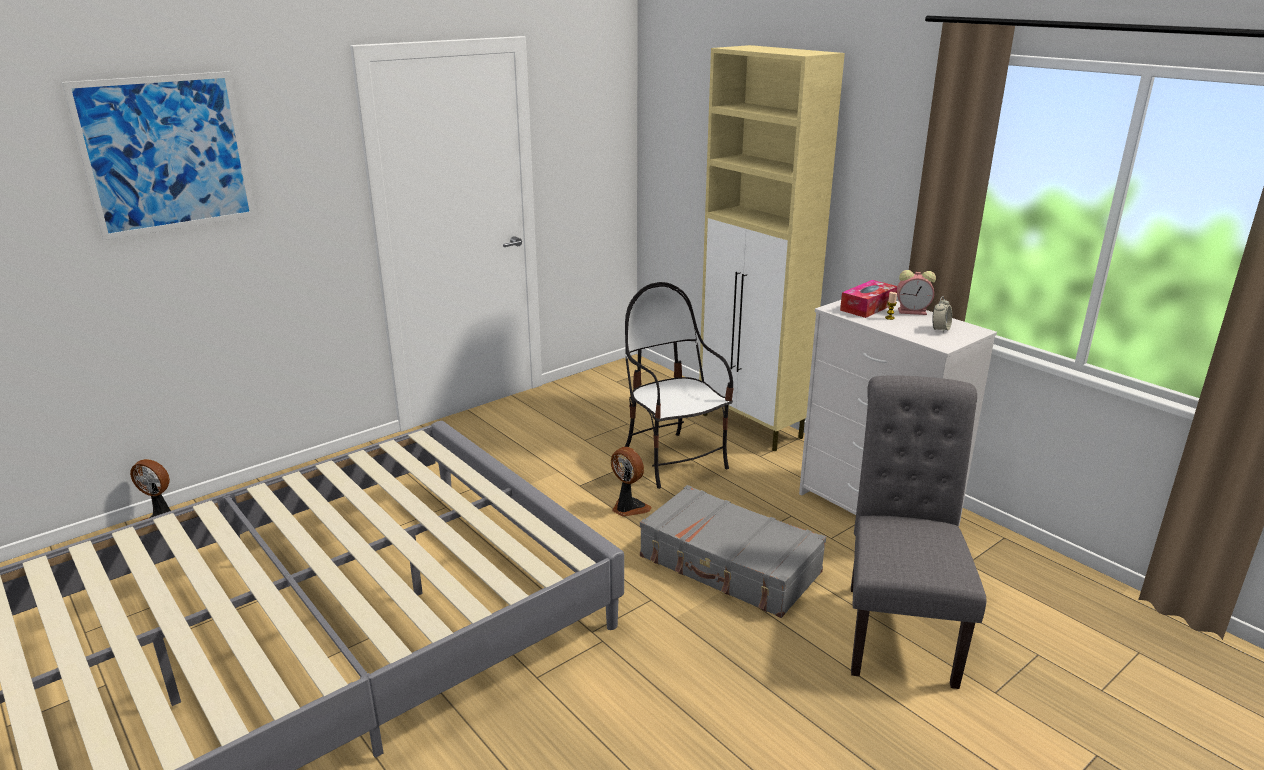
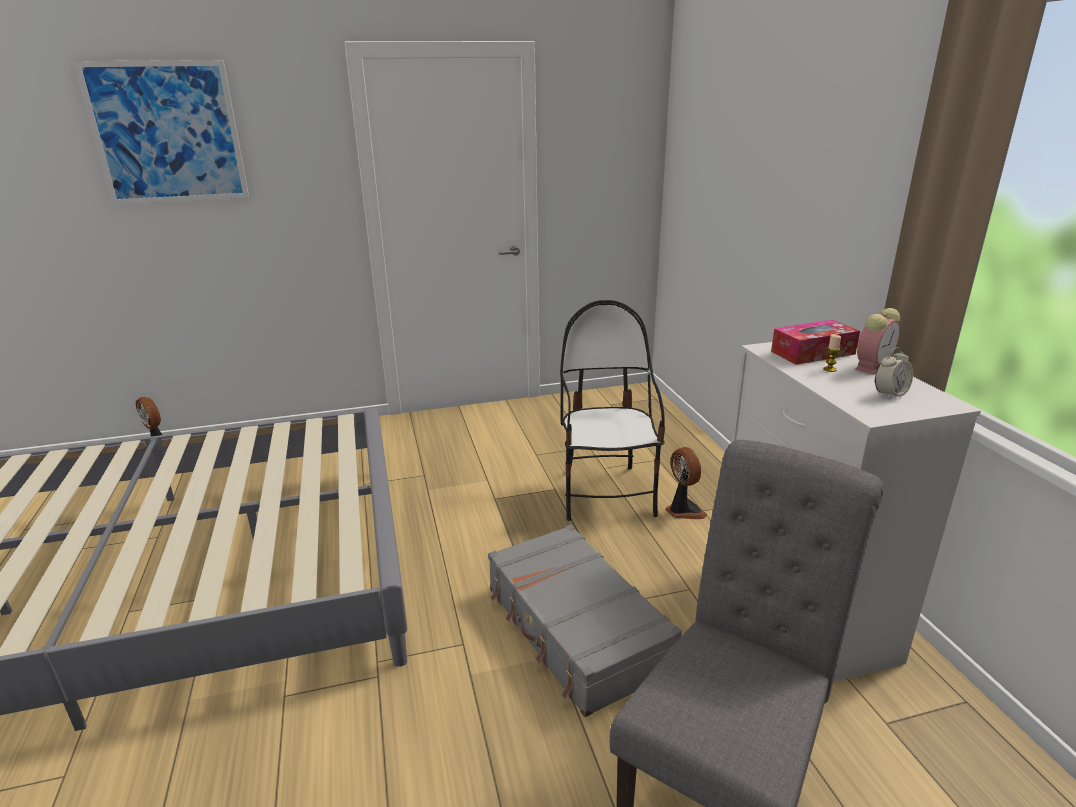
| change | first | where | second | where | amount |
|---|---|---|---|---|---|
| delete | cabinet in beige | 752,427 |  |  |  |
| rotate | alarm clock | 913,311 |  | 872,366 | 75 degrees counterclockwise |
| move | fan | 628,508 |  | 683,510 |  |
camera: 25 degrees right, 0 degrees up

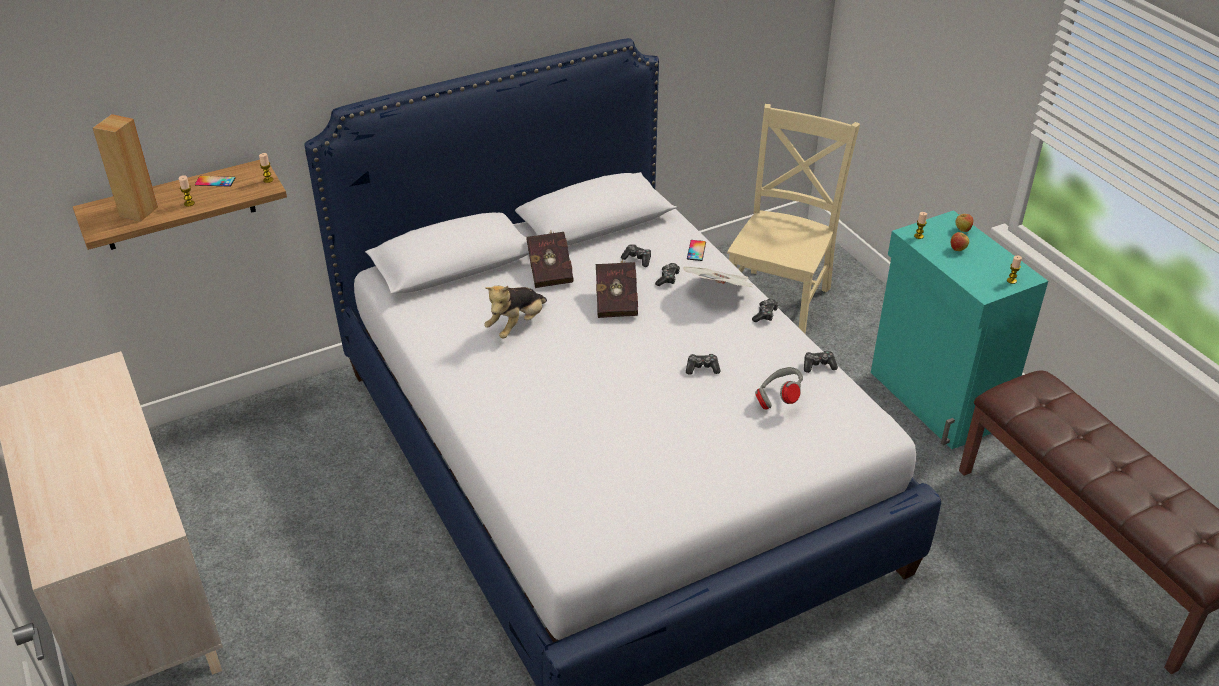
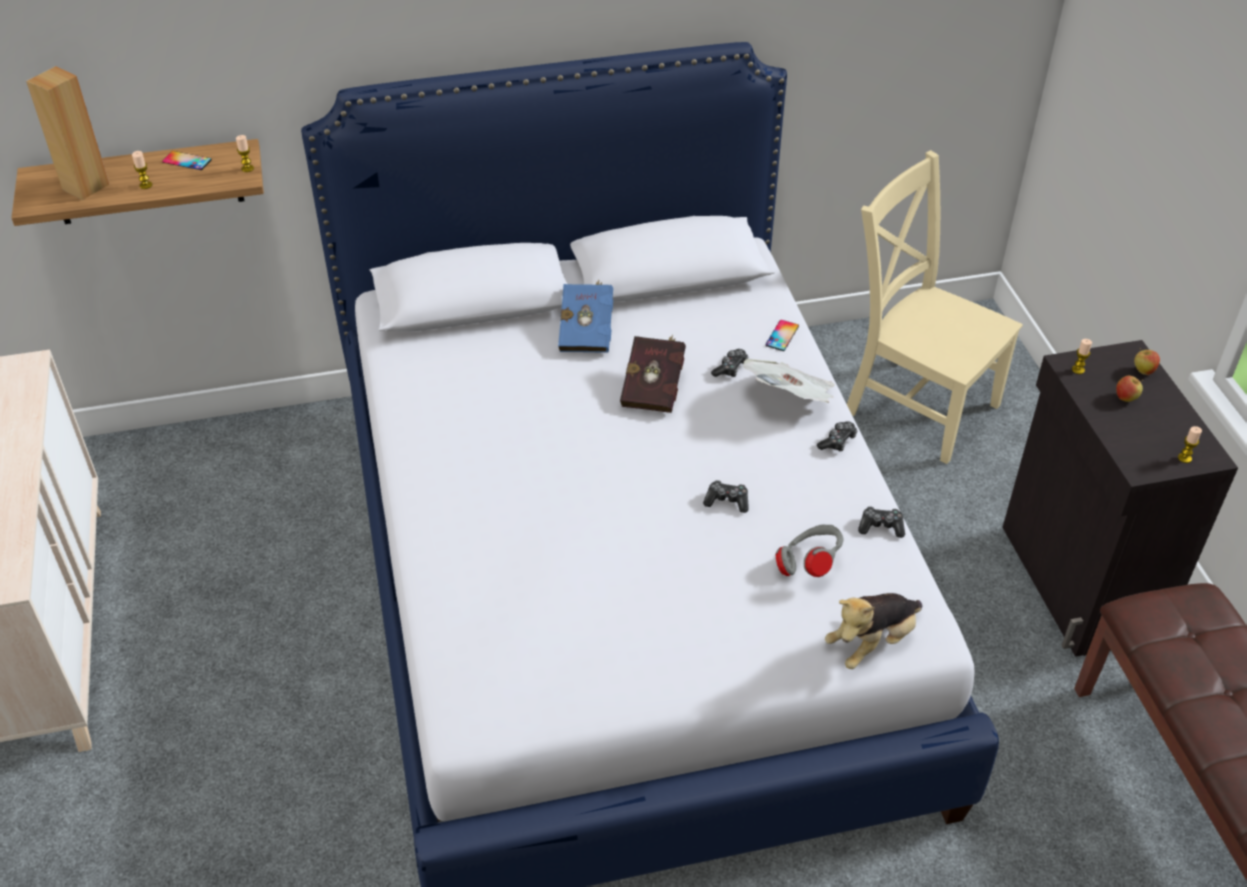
| change | first | where | second | where | amount |
|---|---|---|---|---|---|
| rotate | chair in beige | 779,299 |  | 916,405 | 90 degrees counterclockwise |
| recolor | cabinet in turquoise | 935,400 | cabinet in black | 1077,583 |  |
| recolor | book in red | 550,270 | book in blue | 587,331 |  |
| delete | game controller | 637,259 |  |  |  |
| move | plush toy | 517,325 |  | 872,642 |  |
camera: 15 degrees right, 5 degrees up

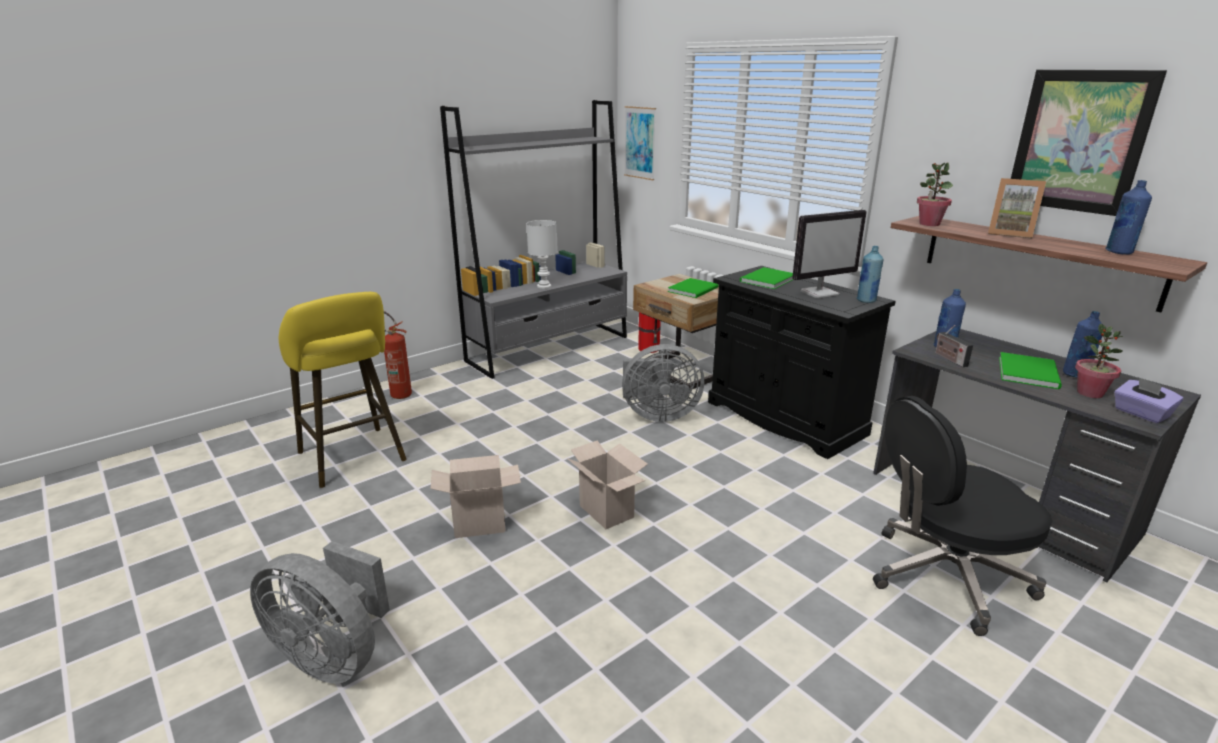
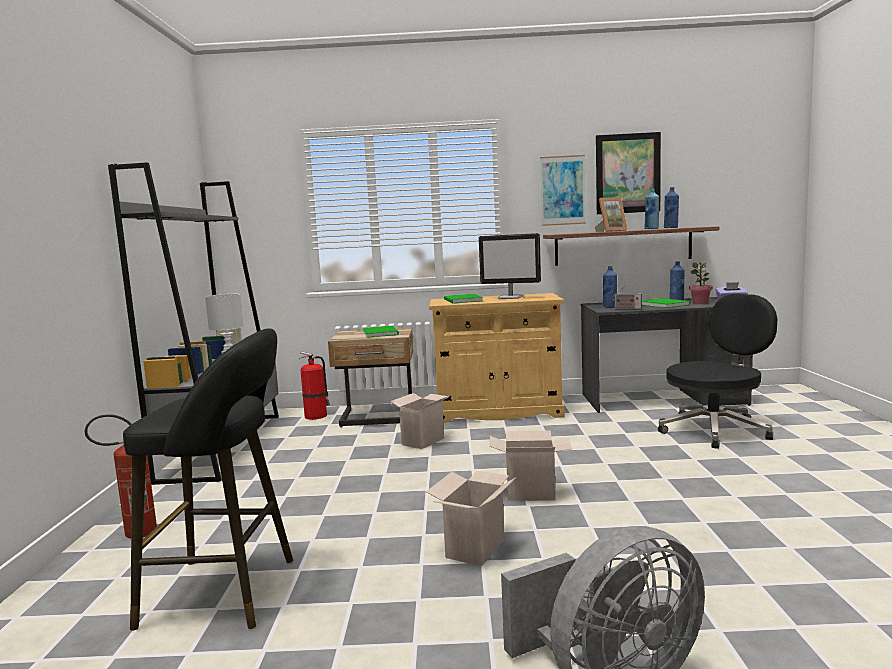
| change | first | where | second | where | amount |
|---|---|---|---|---|---|
| move | picture | 640,143 |  | 562,190 |  |
| delete | potted plant | 929,224 |  |  |  |
| rotate | monitor | 820,293 |  | 511,297 | 90 degrees clockwise |
| move | bottle in blue | 866,300 |  | 651,229 |  |
| recolor | cabinet in black | 784,418 | cabinet in beige | 498,411 |  |
| recolor | stool in yellow | 354,459 | stool in black | 228,592 |  |
| replace | fan in grey | 657,414 | cardboard box | 422,441 |  |
| rotate | office chair in black | 944,577 |  | 716,430 | 150 degrees counterclockwise |
camera: 50 degrees left, 15 degrees down

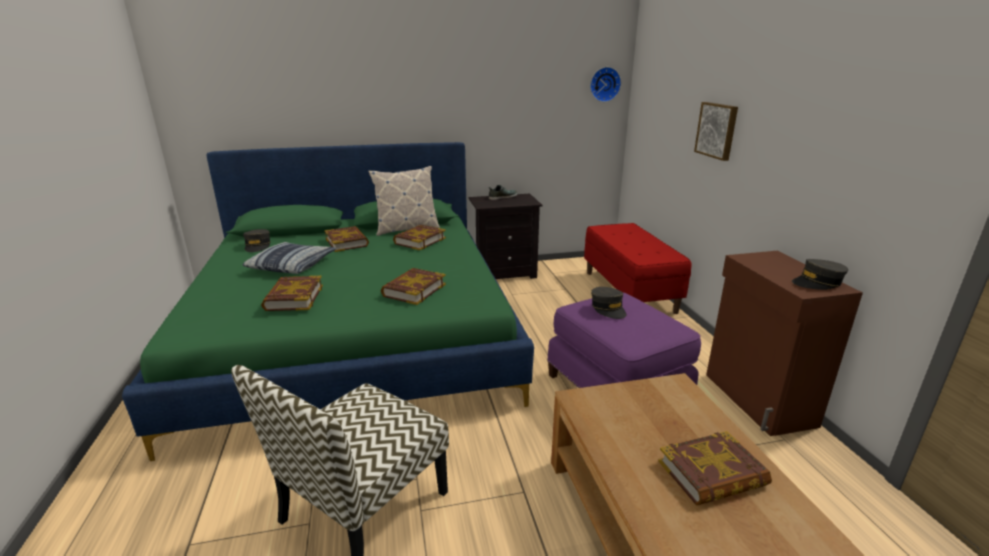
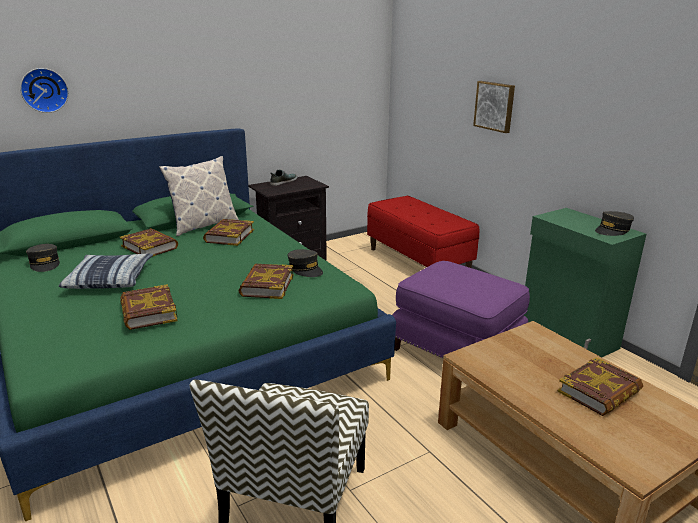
| change | first | where | second | where | amount |
|---|---|---|---|---|---|
| move | wall clock | 604,84 |  | 44,90 |  |
| recolor | cabinet in brown | 757,400 | cabinet in green | 567,336 |  |
| move | cap in grey | 608,308 |  | 305,269 |  |
camera: 20 degrees left, 0 degrees up

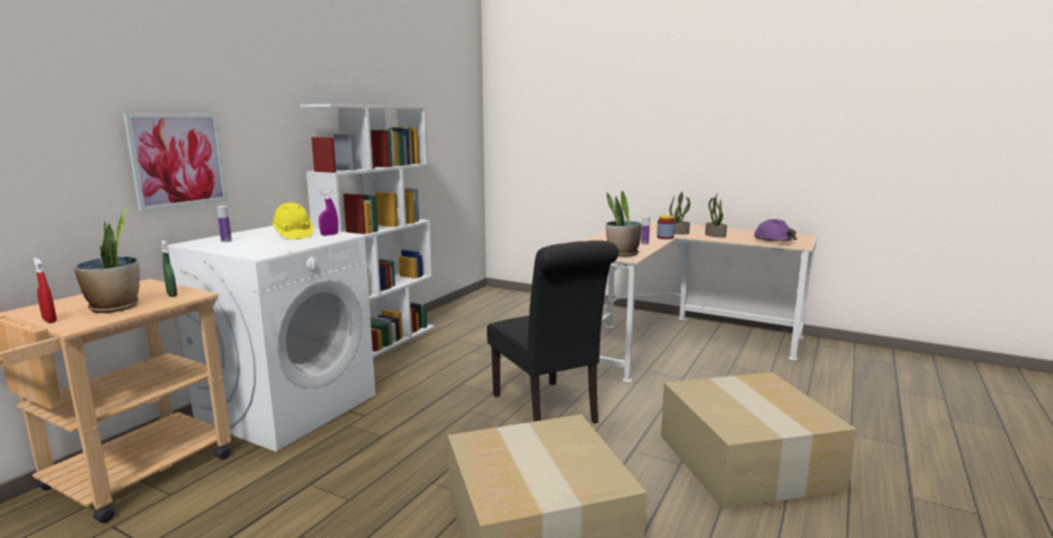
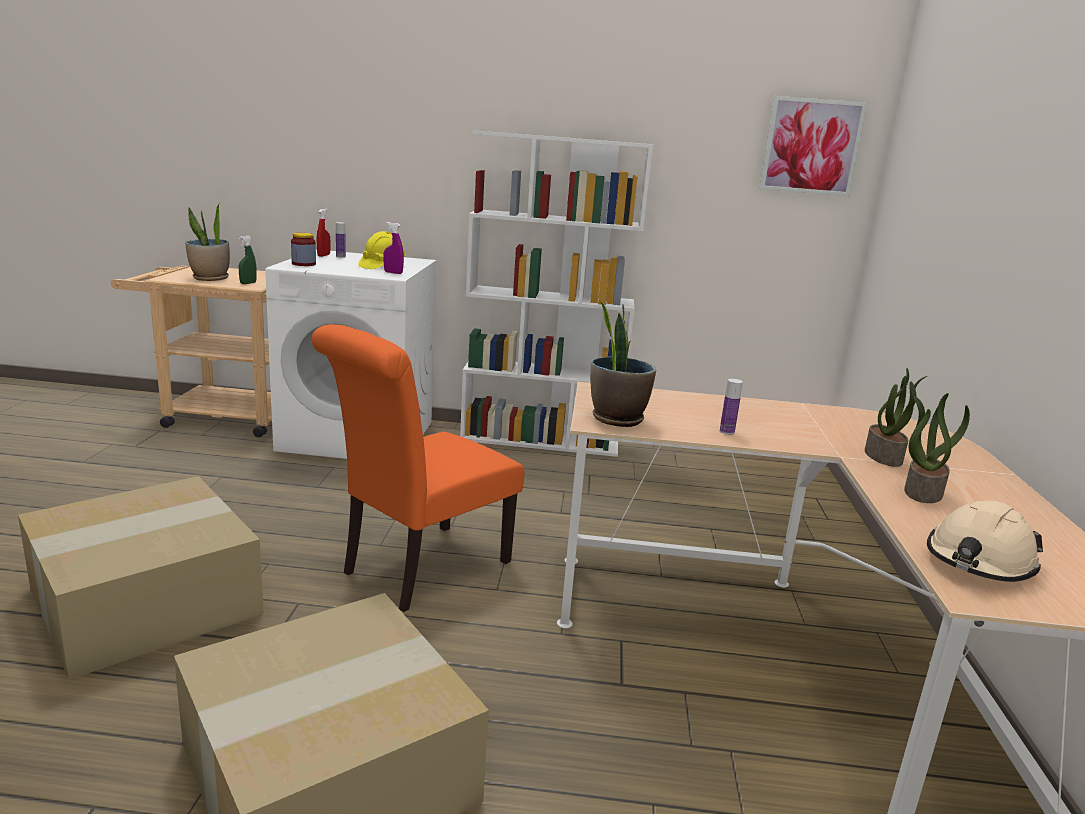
| change | first | where | second | where | amount |
|---|---|---|---|---|---|
| move | picture | 178,160 |  | 811,146 |  |
| move | jar | 665,237 |  | 303,264 |  |
| recolor | hard hat in purple | 774,241 | hard hat in beige | 979,561 |  |
| recolor | chair in black | 548,411 | chair in orange | 419,569 |  |
| move | spray bottle in red | 49,320 |  | 323,255 |  |
camera: 65 degrees right, 5 degrees up

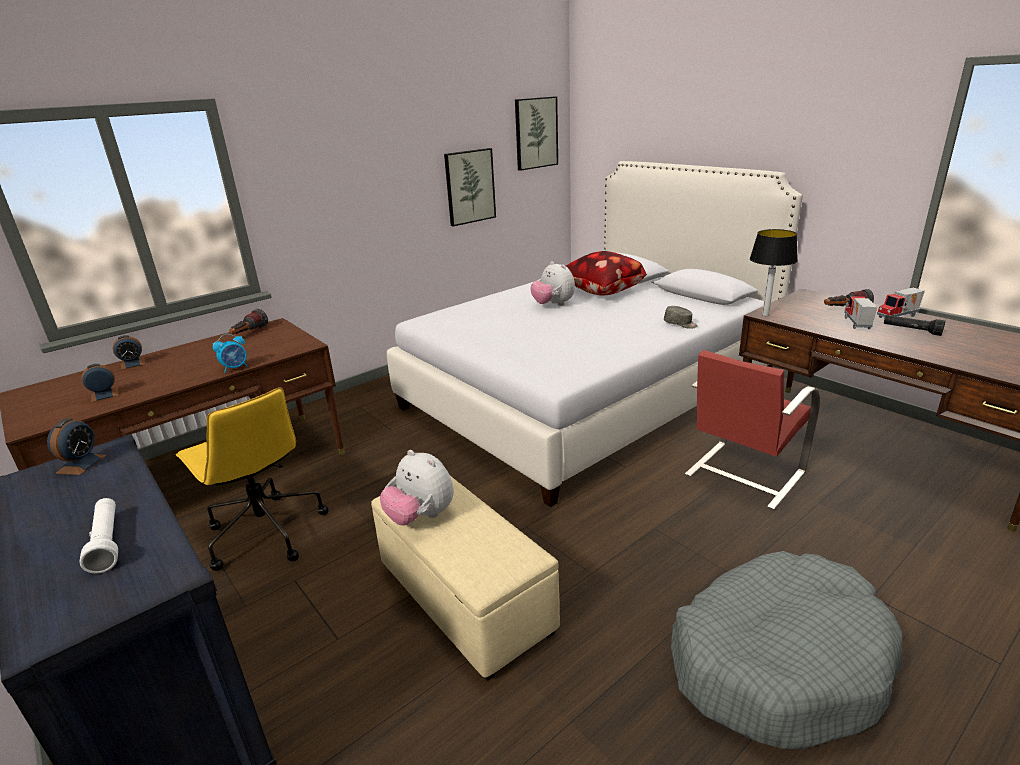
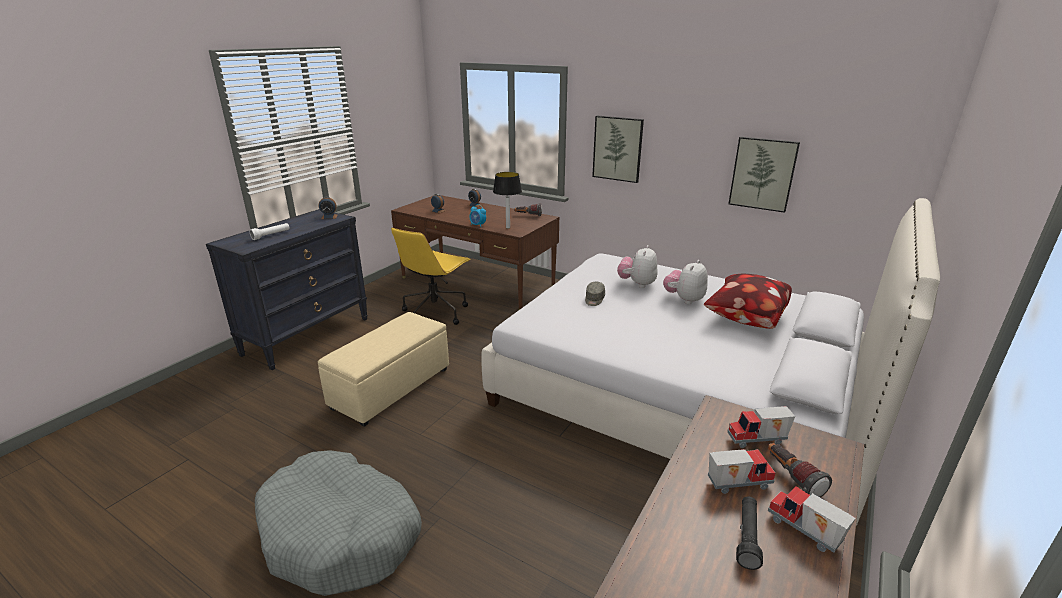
| change | first | where | second | where | amount |
|---|---|---|---|---|---|
| move | picture | 536,133 |  | 617,148 |  |
| move | table lamp | 765,315 |  | 507,227 |  |
| move | cap in grey | 680,324 |  | 594,299 |  |
| delete | chair in red | 742,474 |  |  |  |
| move | plush toy | 421,516 |  | 637,284 |  |
| insert |  |  | toy truck | 758,441 |  |
camera: 70 degrees right, 0 degrees up

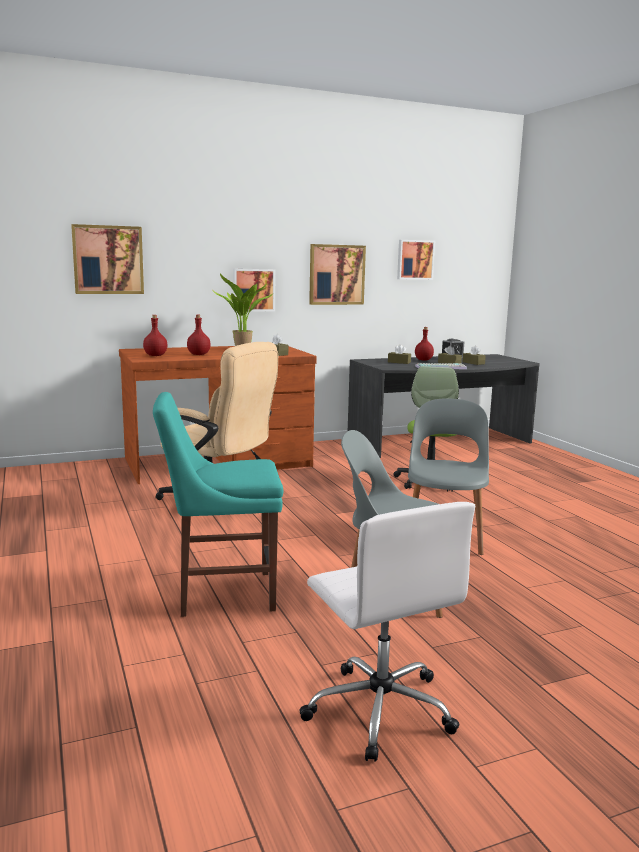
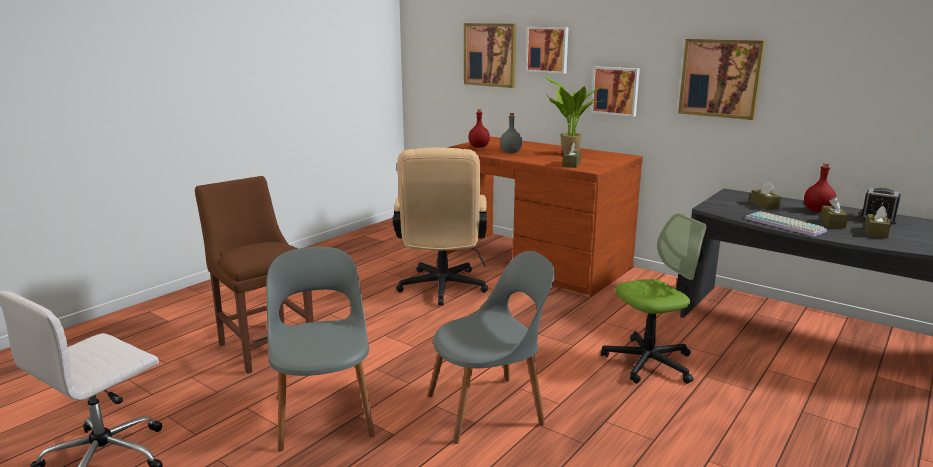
| change | first | where | second | where | amount |
|---|---|---|---|---|---|
| move | picture | 415,259 |  | 547,49 |  |
| recolor | bottle in red | 198,354 | bottle in grey | 511,152 |  |
| recolor | chair in turquoise | 220,593 | chair in brown | 265,345 |  |
camera: 60 degrees right, 5 degrees up

